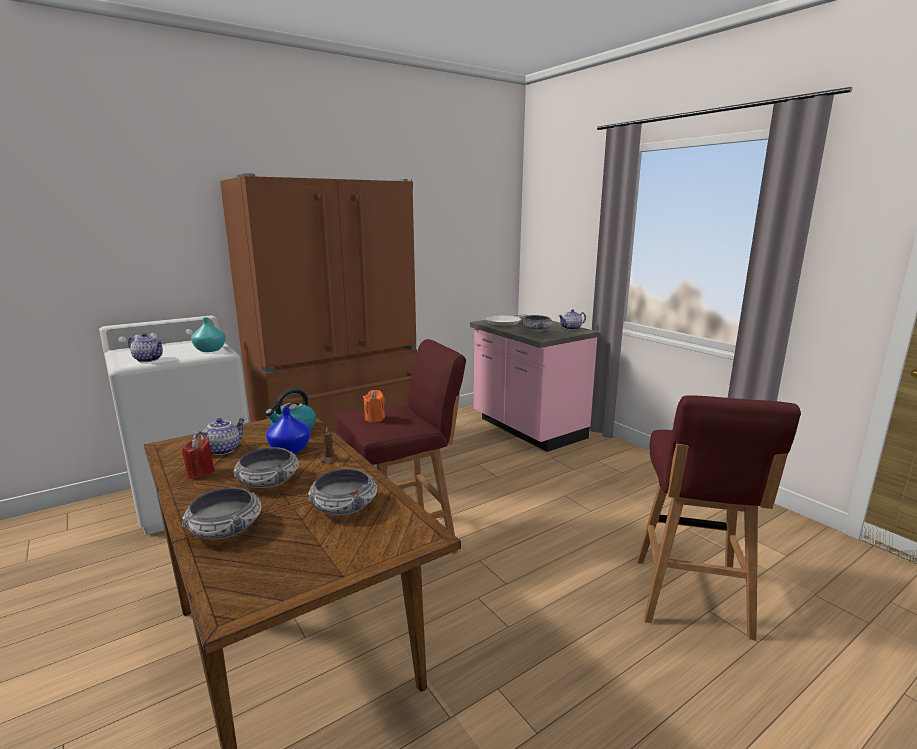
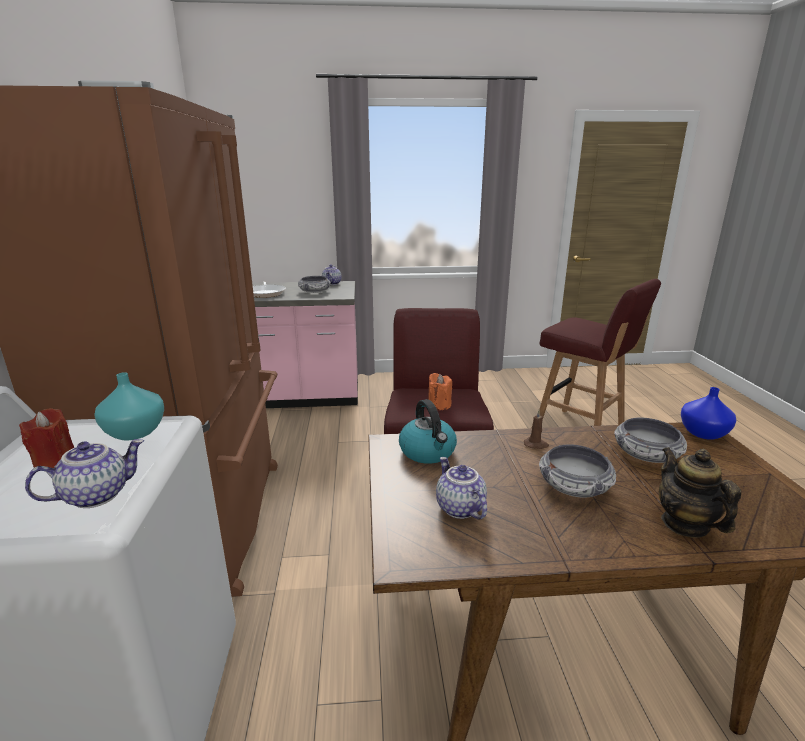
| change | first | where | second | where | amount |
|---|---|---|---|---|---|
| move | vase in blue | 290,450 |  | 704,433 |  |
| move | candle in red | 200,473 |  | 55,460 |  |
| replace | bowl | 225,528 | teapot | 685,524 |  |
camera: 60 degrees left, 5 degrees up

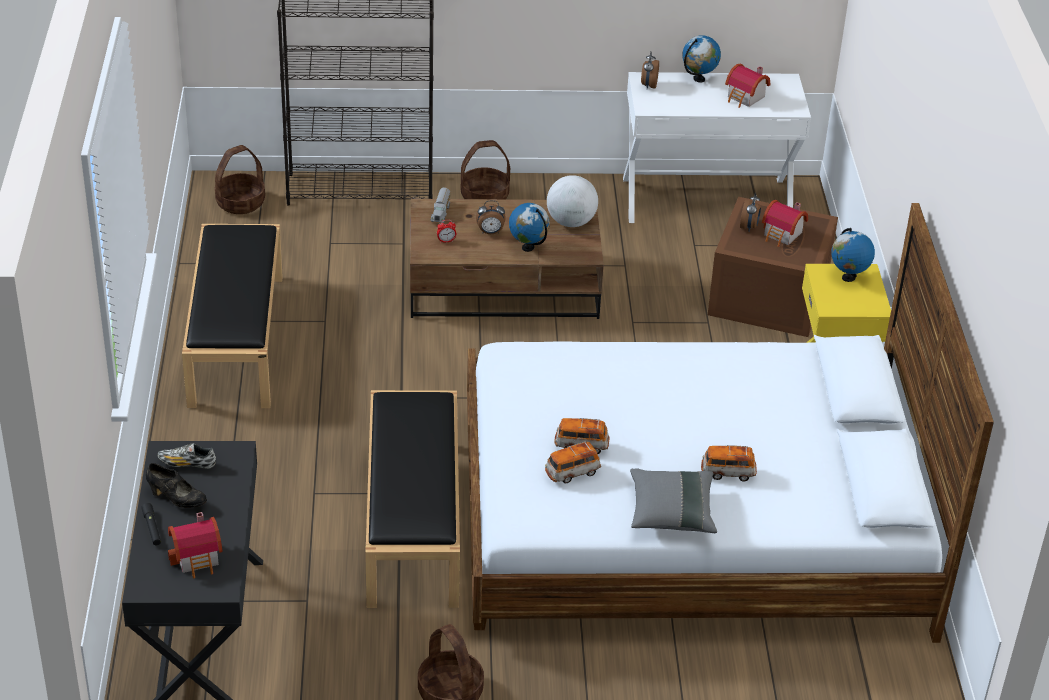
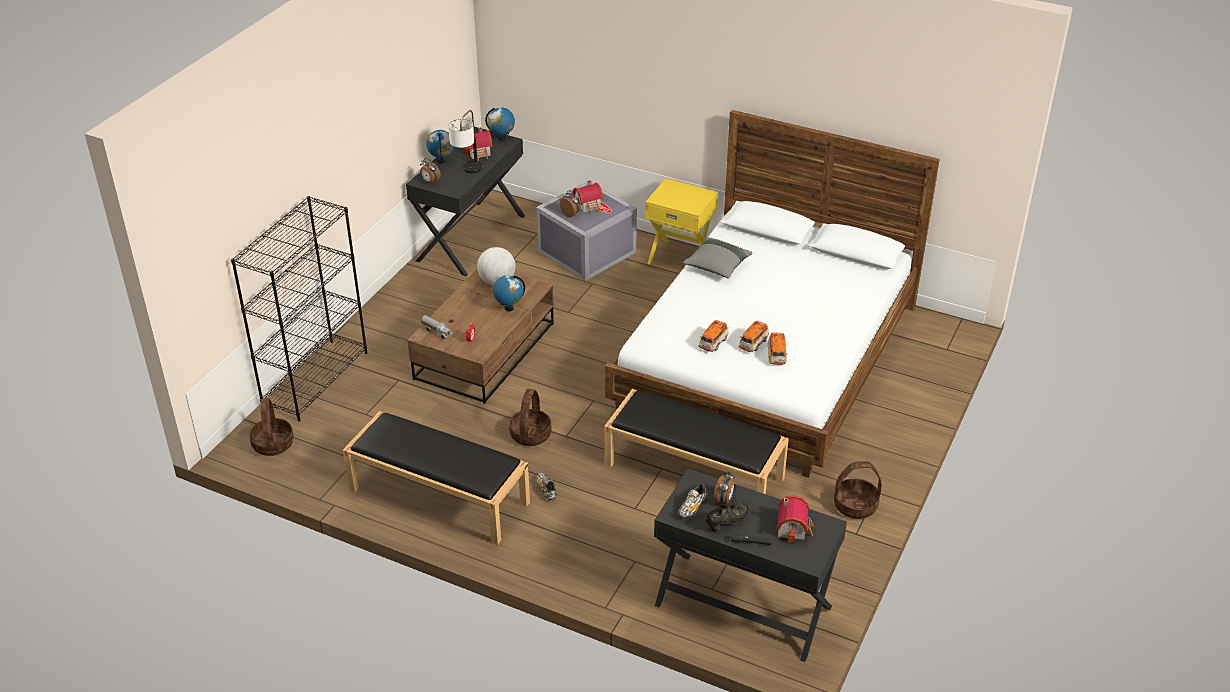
| change | first | where | second | where | amount |
|---|---|---|---|---|---|
| recolor | desk in white | 706,199 | desk in black | 470,237 |  |
| move | basket | 485,196 |  | 530,434 |  |
| recolor | storage box in brown | 767,295 | storage box in grey | 585,251 |  |
| move | alarm clock | 490,232 |  | 724,500 |  |
| move | globe | 848,278 |  | 502,139 |  |
| move | toy car | 727,472 |  | 713,343 |  |
| move | pillow in grey | 671,513 |  | 716,266 |  |
| insert |  |  | table lamp | 468,172 |  |
| insert |  |  | shoe | 546,490 |  |
camera: 60 degrees left, 0 degrees up

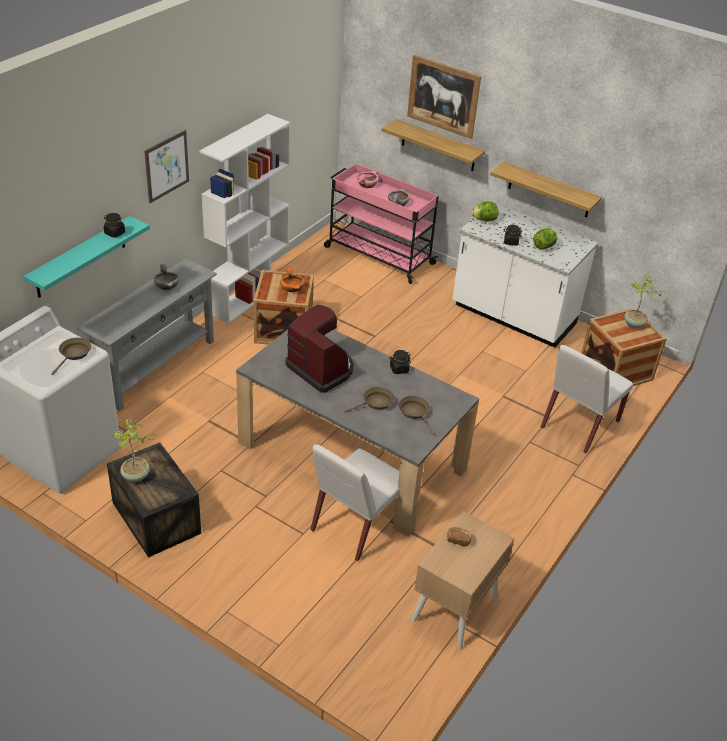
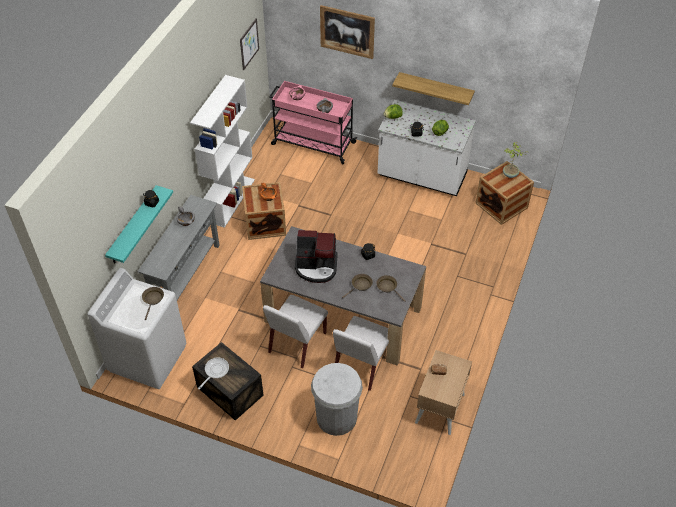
| change | first | where | second | where | amount |
|---|---|---|---|---|---|
| delete | shelf | 438,146 |  |  |  |
| move | picture | 167,166 |  | 249,44 |  |
| rotate | coffee machine | 321,369 |  | 316,267 | 150 degrees clockwise |
| move | chair in white | 579,425 |  | 297,343 |  |
| replace | potted plant | 136,476 | frying pan | 215,371 |  |
| insert |  |  | trash can in white | 336,417 |  |
camera: 10 degrees left, 10 degrees up

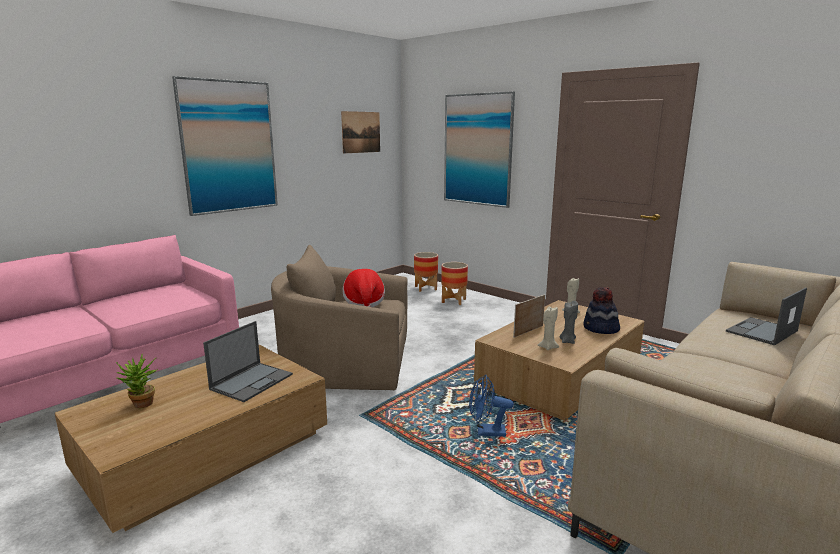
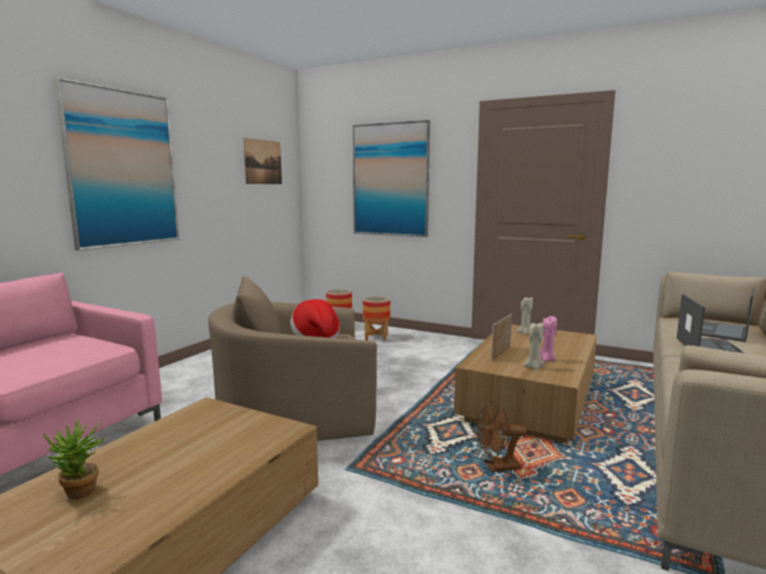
| change | first | where | second | where | amount |
|---|---|---|---|---|---|
| delete | hat | 600,329 |  |  |  |
| recolor | candle in grey | 567,341 | candle in pink | 546,359 |  |
| move | laptop | 252,381 |  | 710,348 |  |
| recolor | fan in blue | 486,432 | fan in brown | 497,467 |  |
camera: 15 degrees left, 5 degrees down

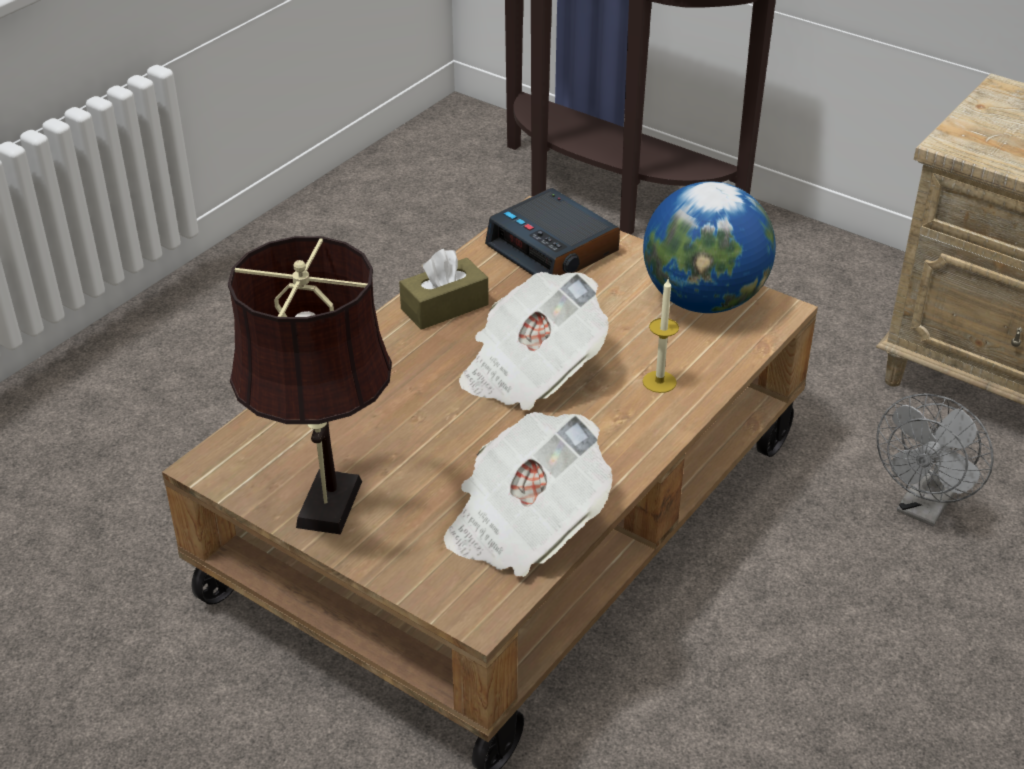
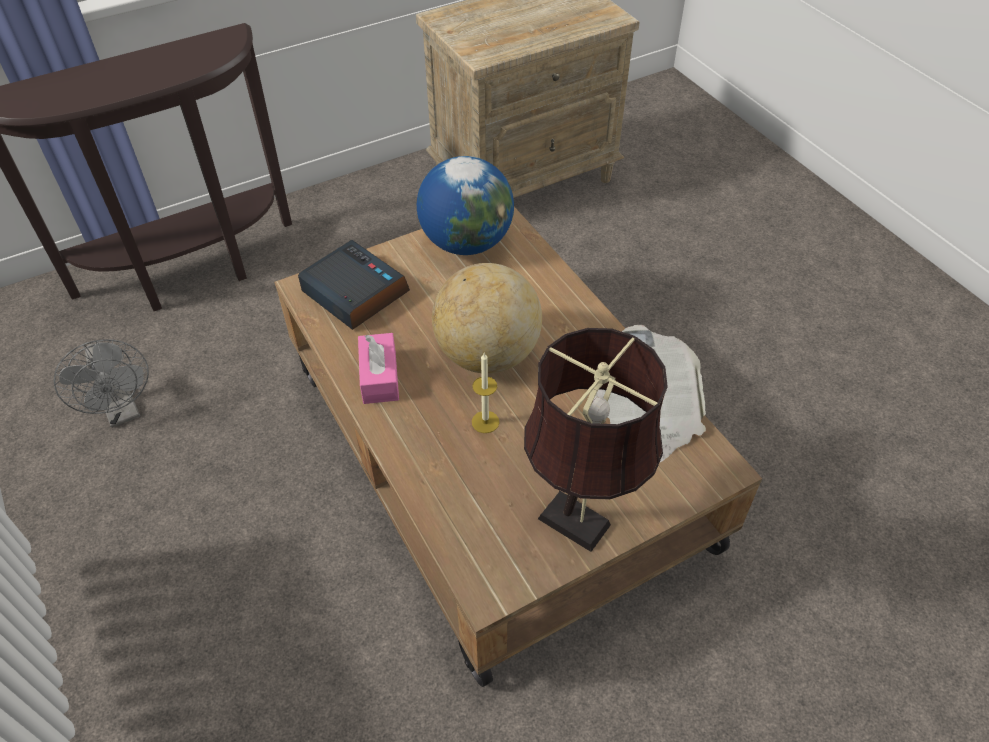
| change | first | where | second | where | amount |
|---|---|---|---|---|---|
| rotate | alarm clock | 554,249 |  | 354,292 | 120 degrees counterclockwise |
| recolor | tissue box in brown | 444,307 | tissue box in pink | 379,377 |  |
| replace | newspaper | 530,371 | globe | 487,355 |  |
| move | candle | 659,382 |  | 485,422 |  |
| move | fan in grey | 924,508 |  | 123,412 |  |
camera: 65 degrees left, 10 degrees up

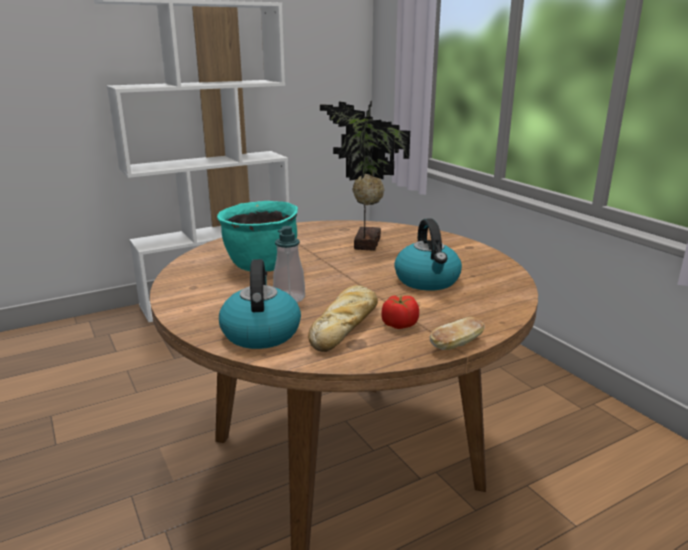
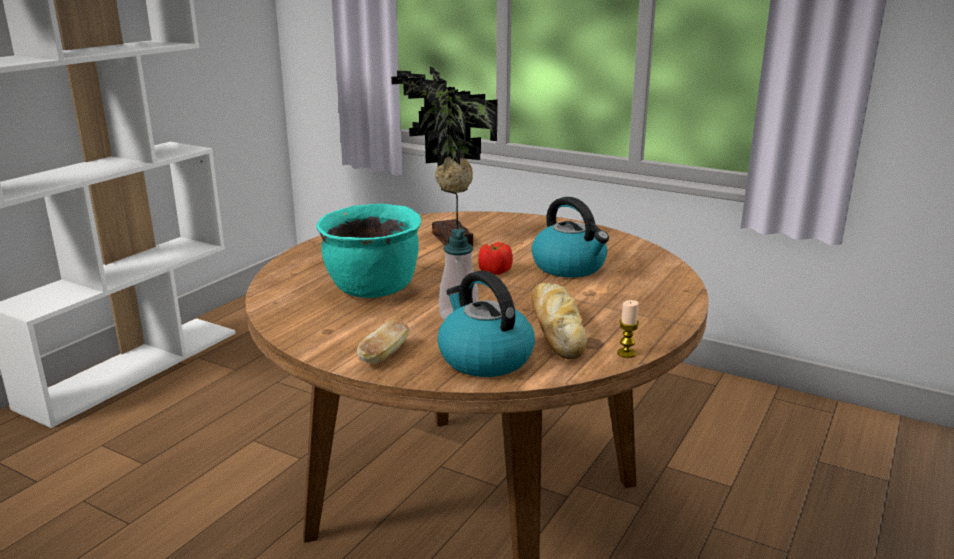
| change | first | where | second | where | amount |
|---|---|---|---|---|---|
| move | tomato | 399,324 |  | 494,271 |  |
| move | bread | 456,345 |  | 384,355 |  |
| insert |  |  | candle | 626,353 |  |
camera: 30 degrees left, 0 degrees up

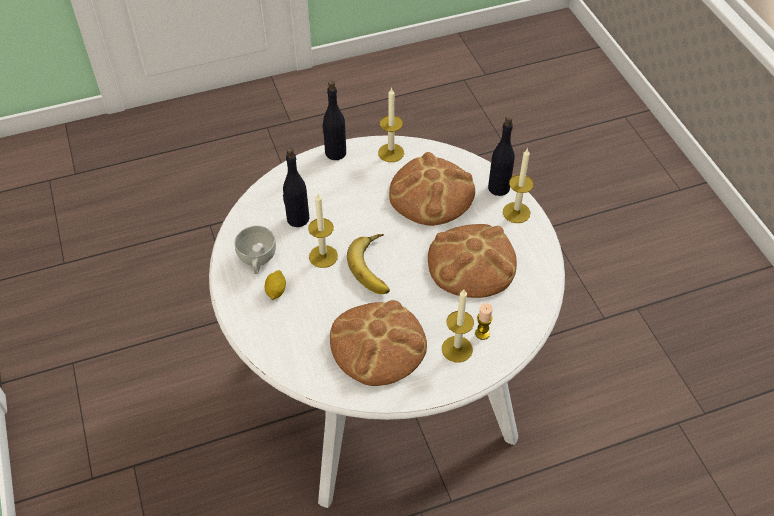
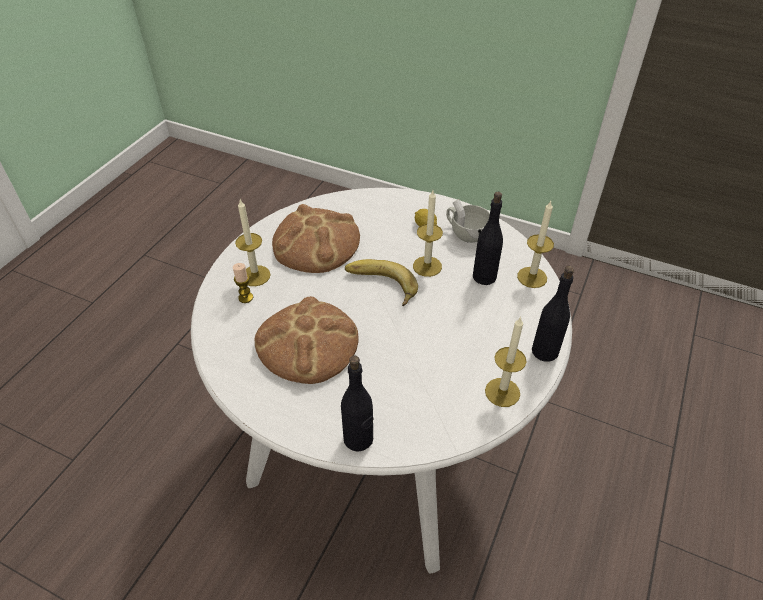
| change | first | where | second | where | amount |
|---|---|---|---|---|---|
| move | candle | 516,212 |  | 532,277 |  |
| delete | bread | 431,193 |  |  |  |
camera: 135 degrees right, 5 degrees down

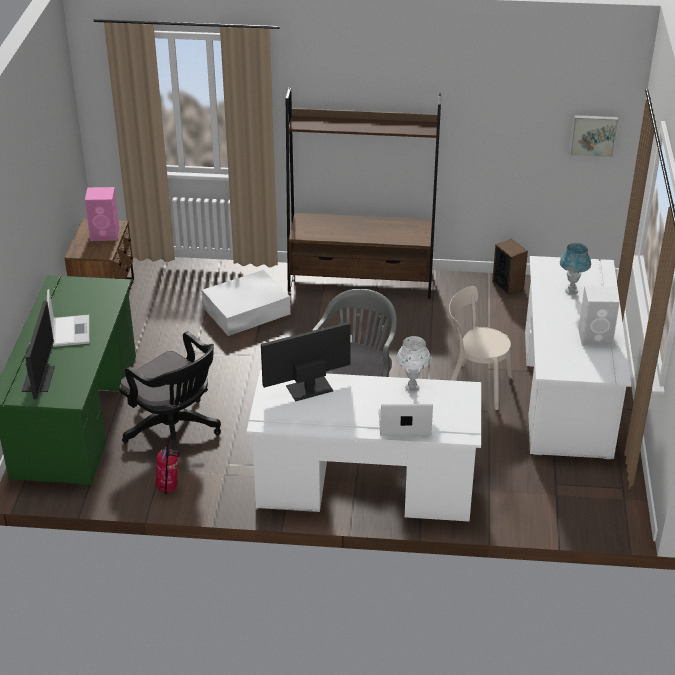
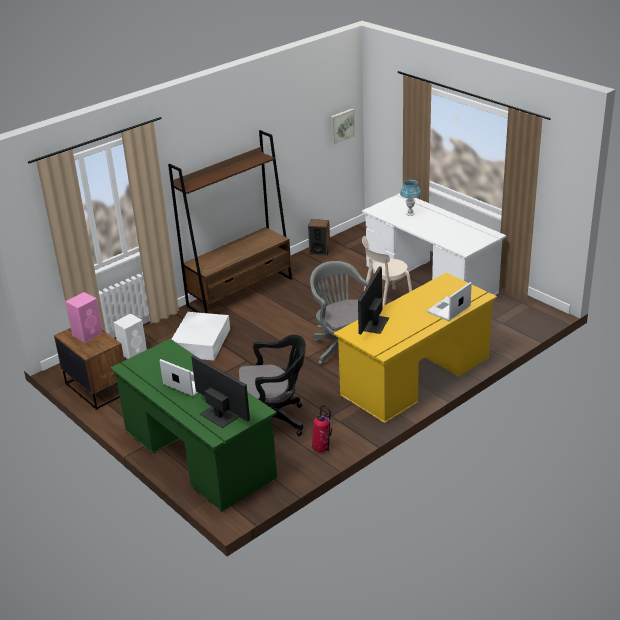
| change | first | where | second | where | amount |
|---|---|---|---|---|---|
| move | speaker in white | 596,337 |  | 133,352 |  |
| delete | table lamp in white | 412,388 |  |  |  |
| recolor | desk in white | 365,486 | desk in yellow | 416,377 |  |
camera: 45 degrees left, 5 degrees down

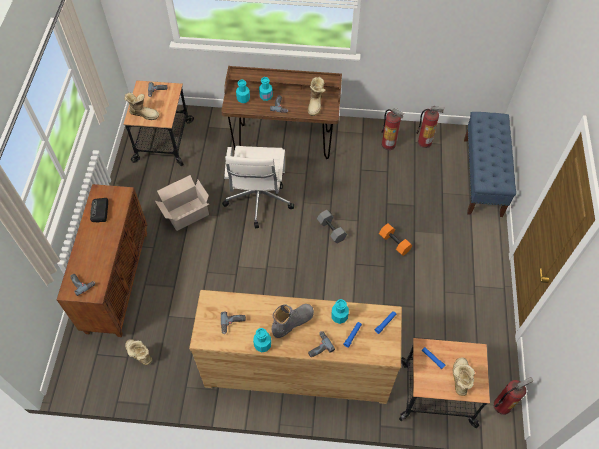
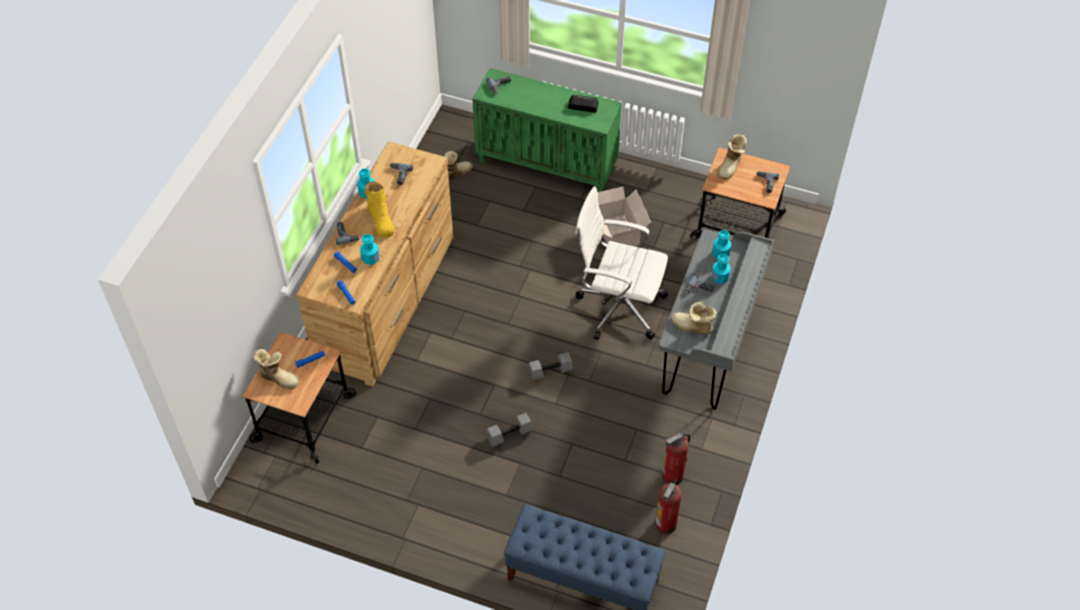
| change | first | where | second | where | amount |
|---|---|---|---|---|---|
| recolor | desk in brown | 283,141 | desk in grey | 708,352 |  |
| recolor | cabinet in brown | 117,280 | cabinet in green | 547,164 |  |
| recolor | dumbbell in orange | 394,243 | dumbbell in grey | 509,434 |  |
| recolor | boot in grey | 292,322 | boot in yellow | 381,220 |  |
| delete | fire extinguisher | 502,405 |  |  |  |
camera: 105 degrees right, 5 degrees down

